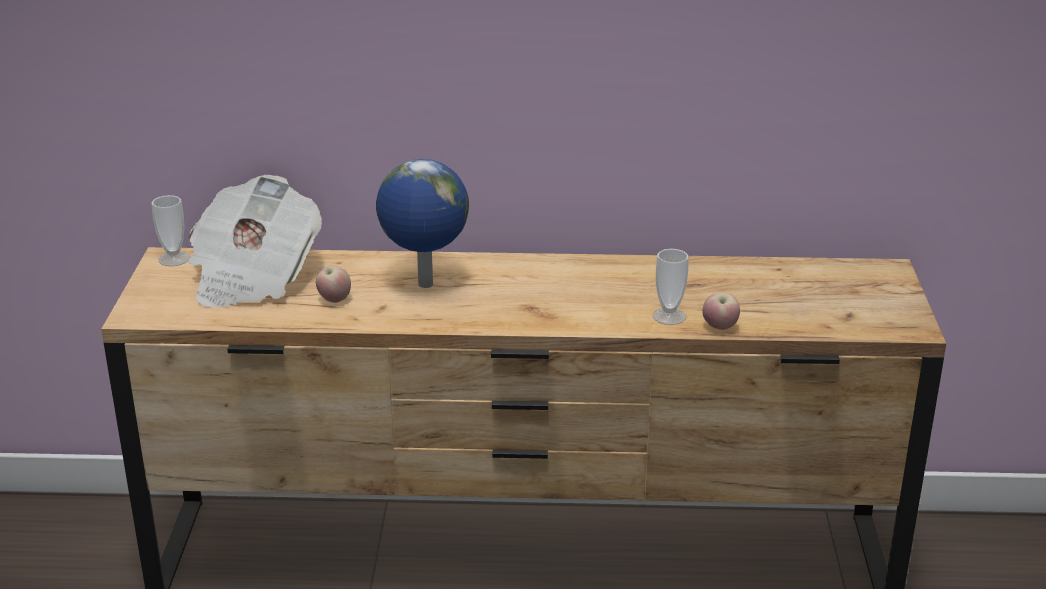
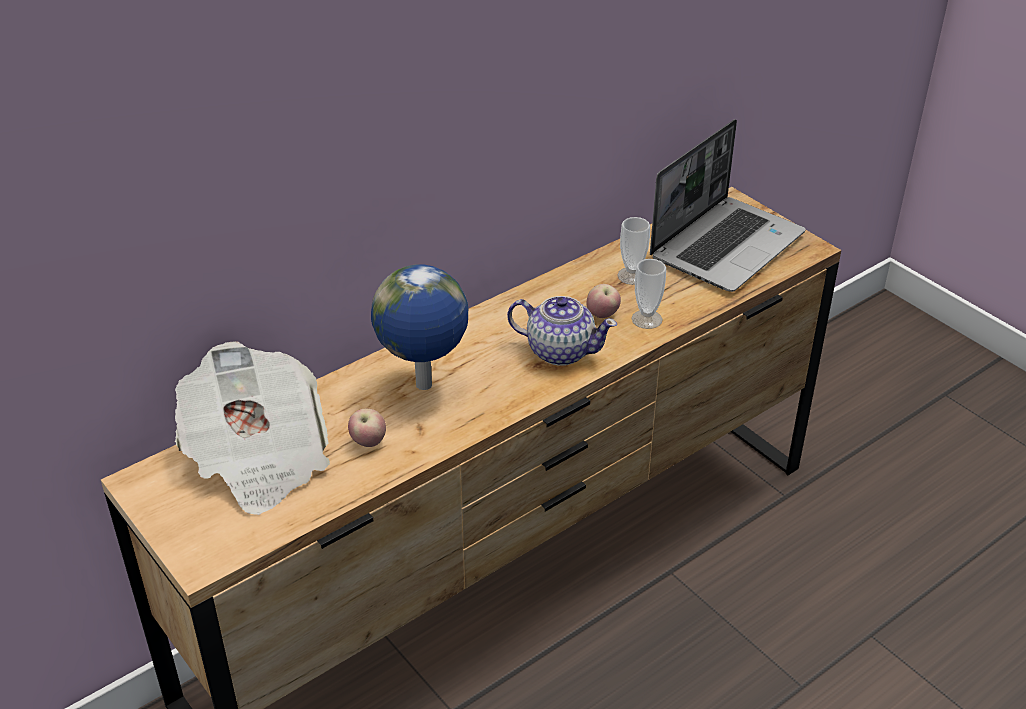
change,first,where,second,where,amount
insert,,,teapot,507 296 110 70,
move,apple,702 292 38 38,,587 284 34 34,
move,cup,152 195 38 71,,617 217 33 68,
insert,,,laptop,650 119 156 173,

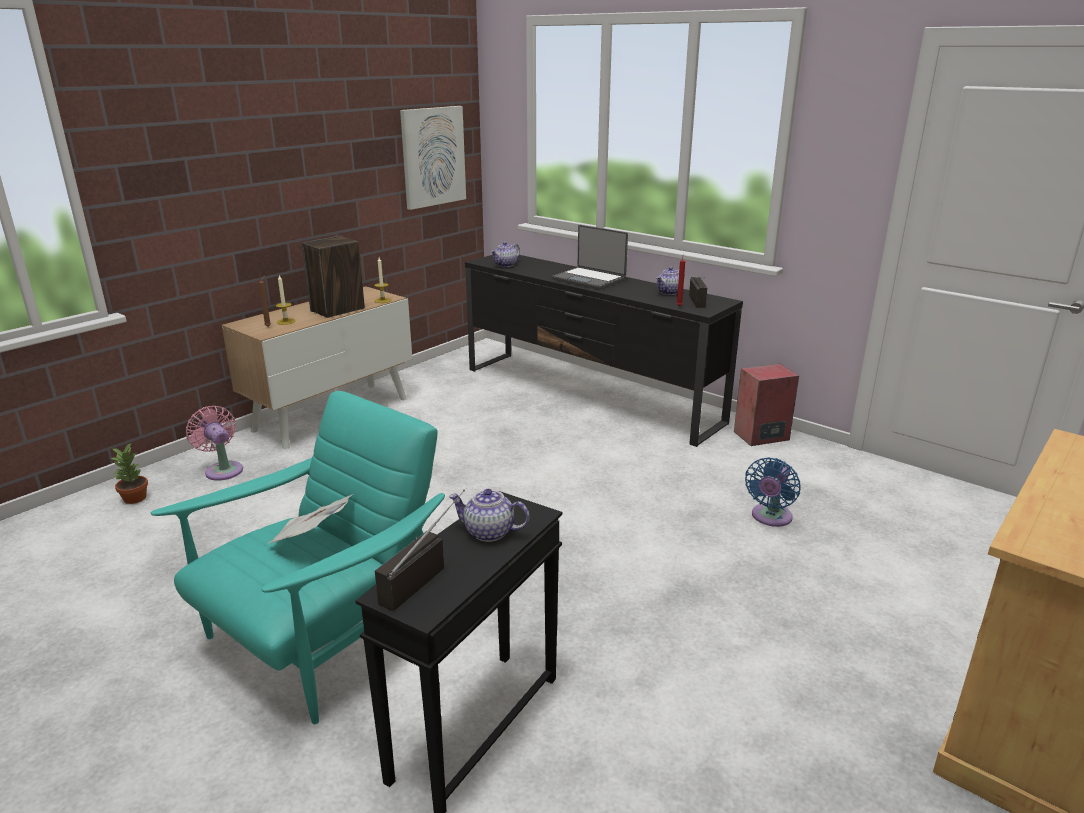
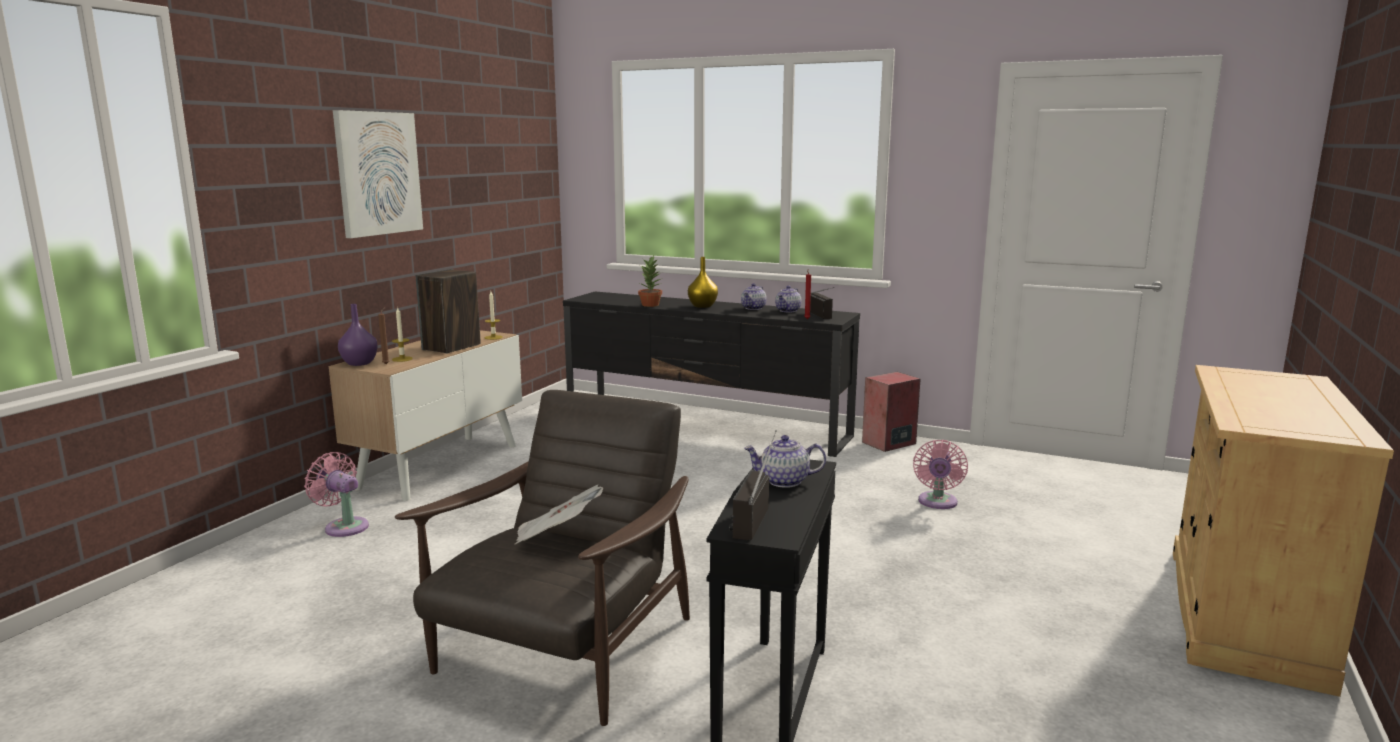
change,first,where,second,where,amount
move,picture,400 106 66 104,,333 110 90 128,
insert,,,vase (purple),338 304 40 62,
recolor,armchair (turquoise),151 391 294 333,armchair (brown),395 390 295 336,
move,potted plant,110 442 38 62,,638 256 24 51,
replace,laptop,552 225 76 65,vase (yellow),688 257 30 51,
move,teapot,490 242 30 25,,741 283 26 27,
recolor,fan (blue),745 457 56 70,fan (pink),913 440 55 69,

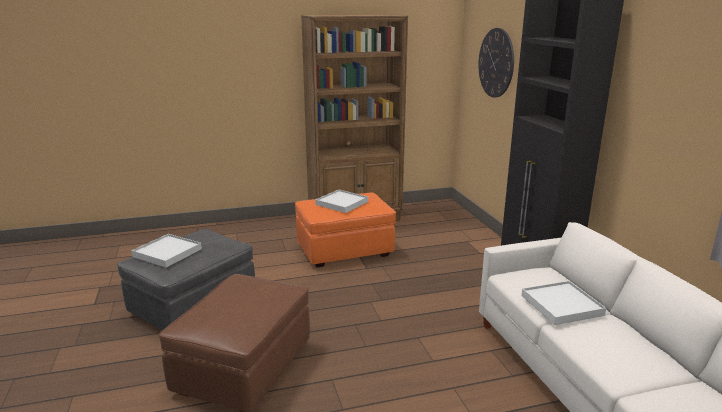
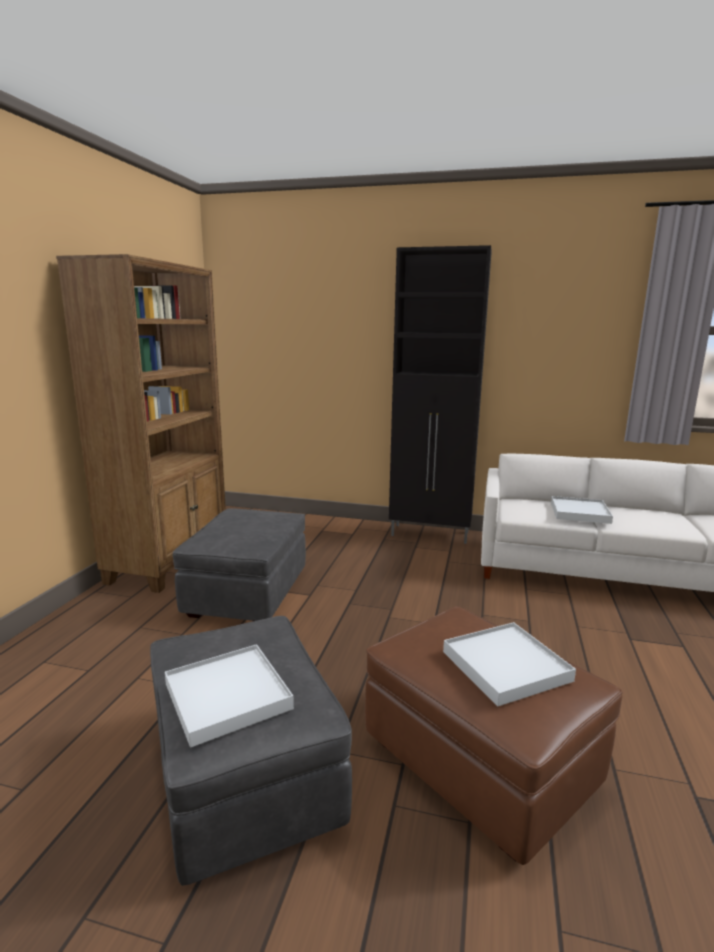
change,first,where,second,where,amount
recolor,ottoman (orange),295 193 101 75,ottoman (grey),173 508 133 113,
move,tray (white),315 190 53 23,,443 622 133 84,
delete,wall clock,478 28 36 70,,,

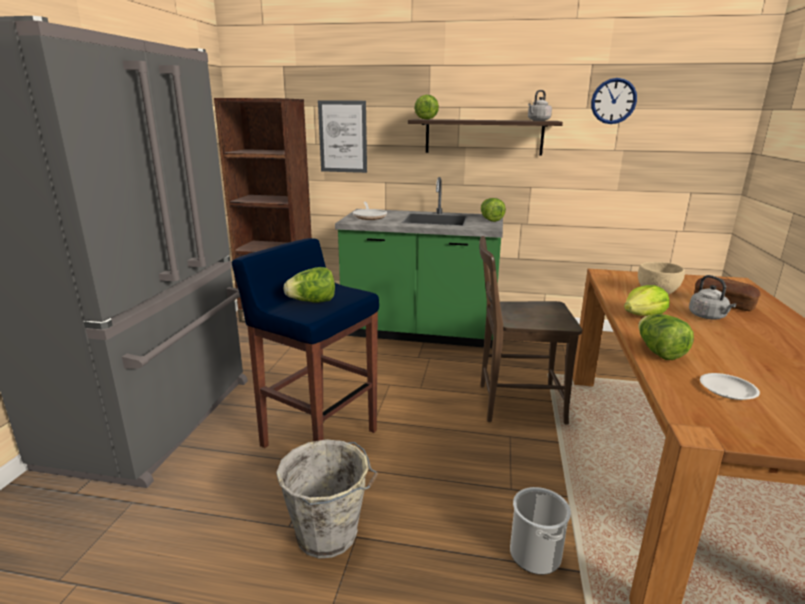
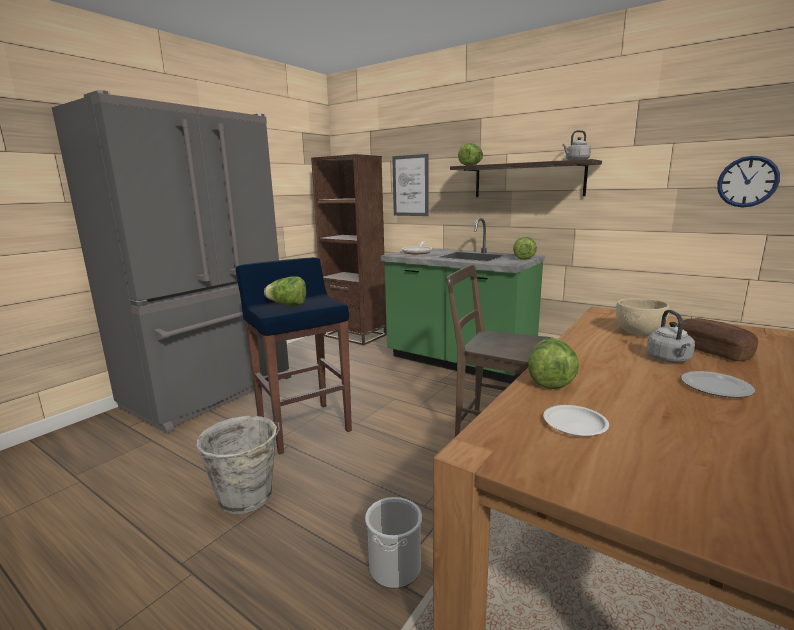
change,first,where,second,where,amount
insert,,,plate,681 371 74 27,
move,wall clock,591 78 46 46,,717 156 63 51,
delete,lettuce,624 285 45 31,,,

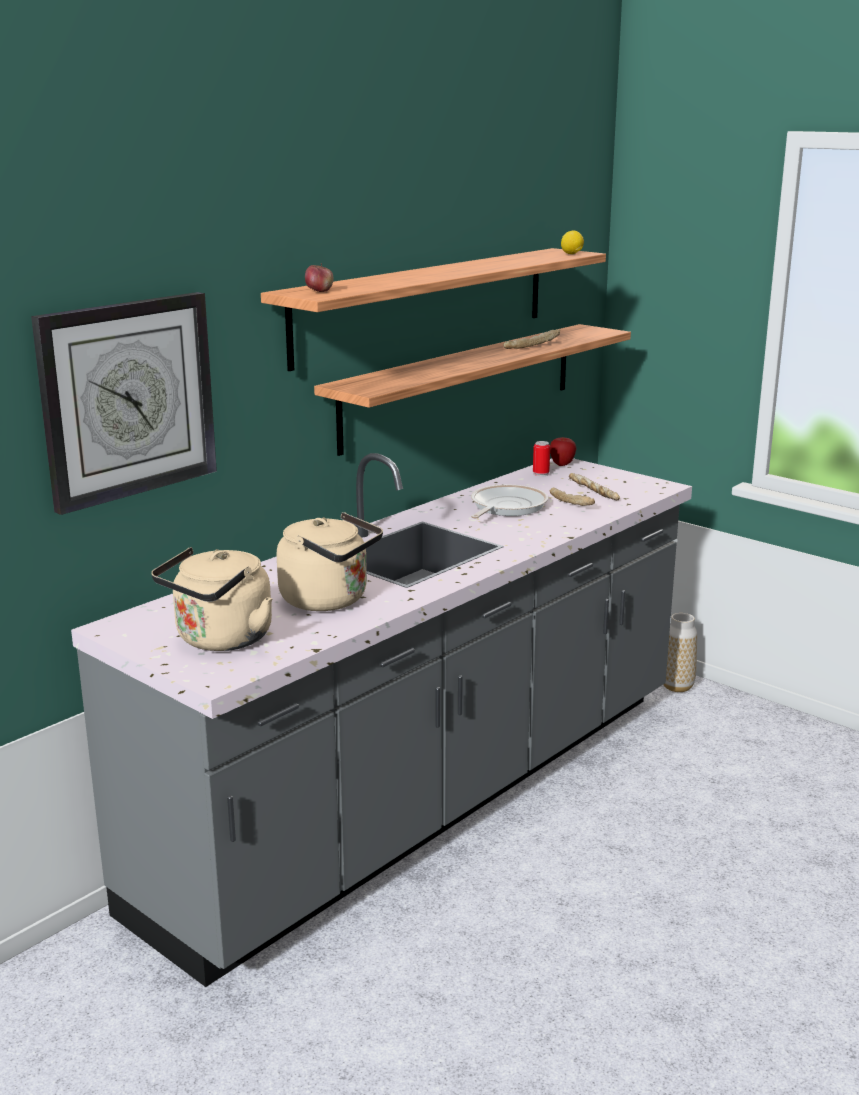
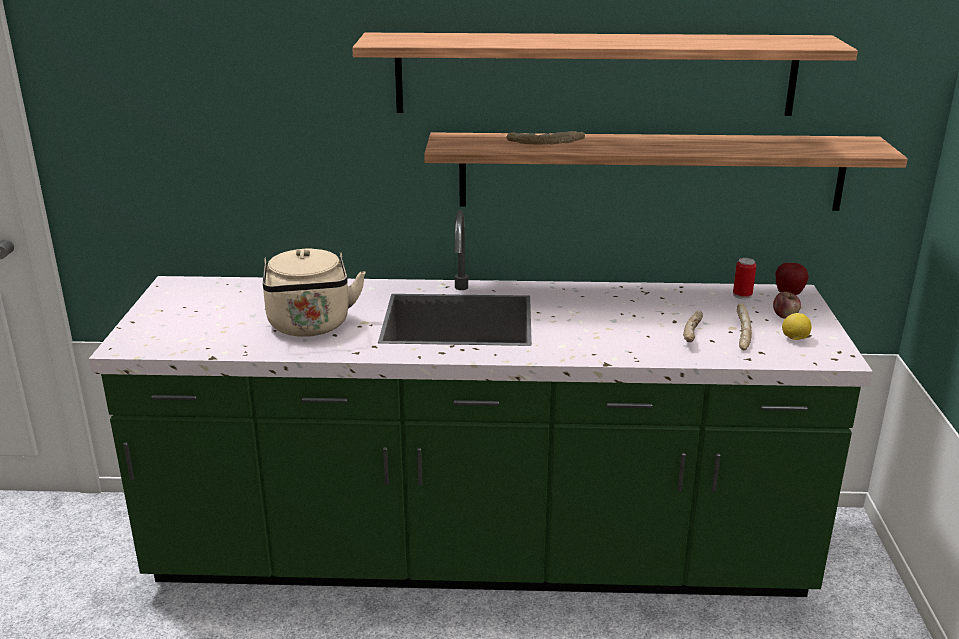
change,first,where,second,where,amount
recolor,counter (grey),71 453 621 534,counter (green),89 211 784 386,
move,bread,503 329 57 20,,506 131 79 14,
move,apple,305 263 29 29,,773 292 28 27,
move,lemon,561 231 23 23,,782 313 29 27,
delete,wall clock,31 292 186 223,,,
delete,kettle (beige),151 547 121 104,,,
delete,frying pan,471 485 77 33,,,
delete,vase,663 613 34 79,,,

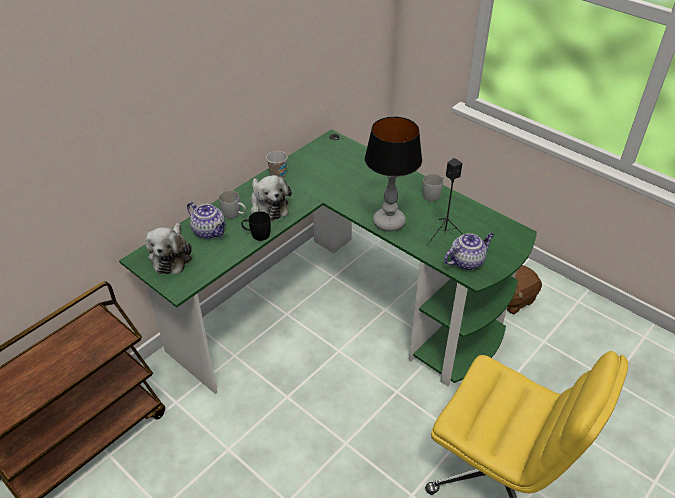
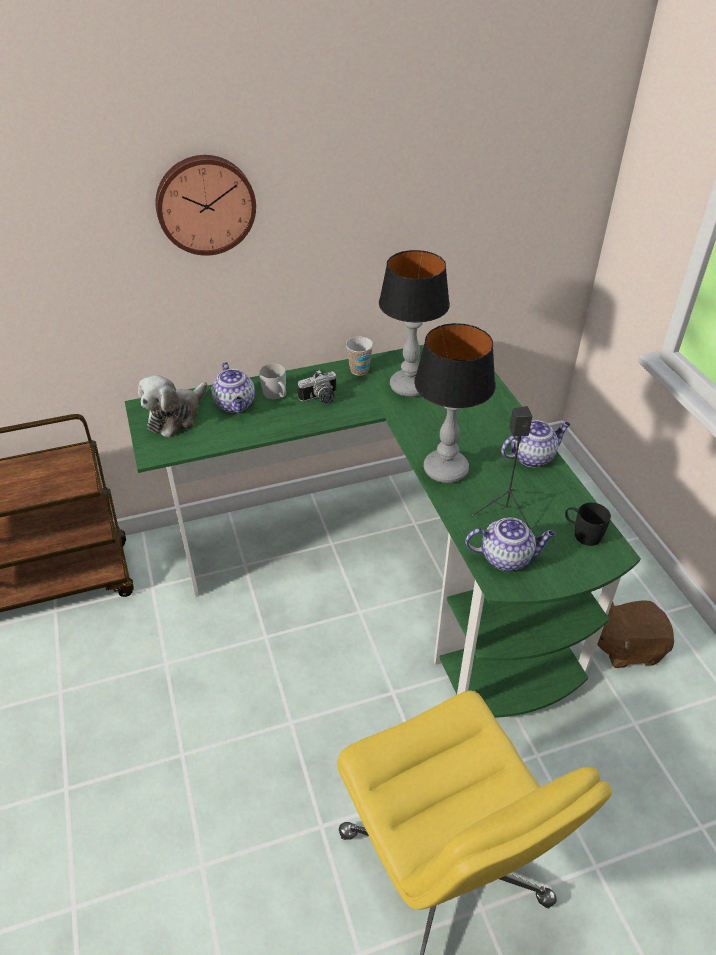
change,first,where,second,where,amount
insert,,,wall clock,155 155 101 101,
replace,plush toy,250 175 42 46,photo camera,297 370 39 34,
insert,,,table lamp,379 250 71 147,
replace,mug (white),423 174 21 27,teapot,501 420 70 47,
move,mug (black),241 211 30 30,,565 502 46 44,

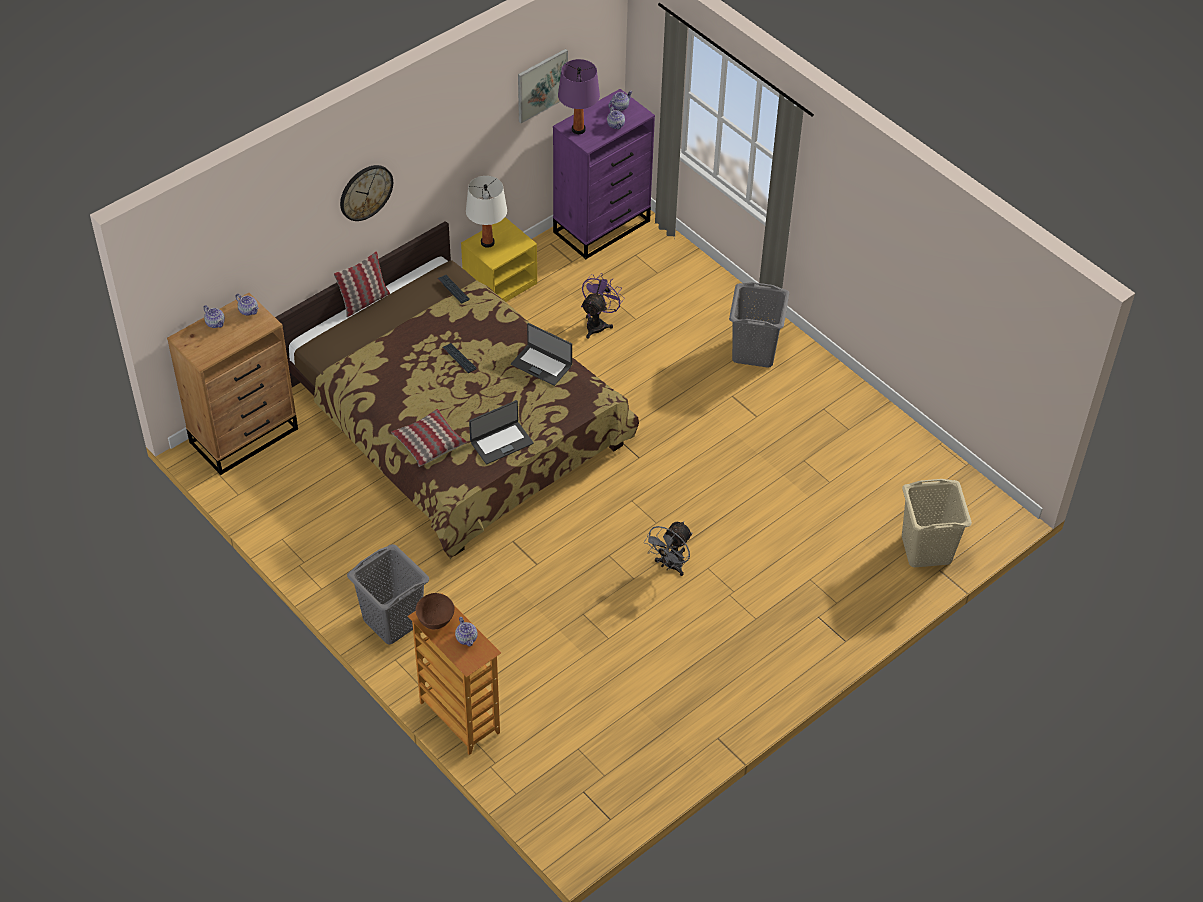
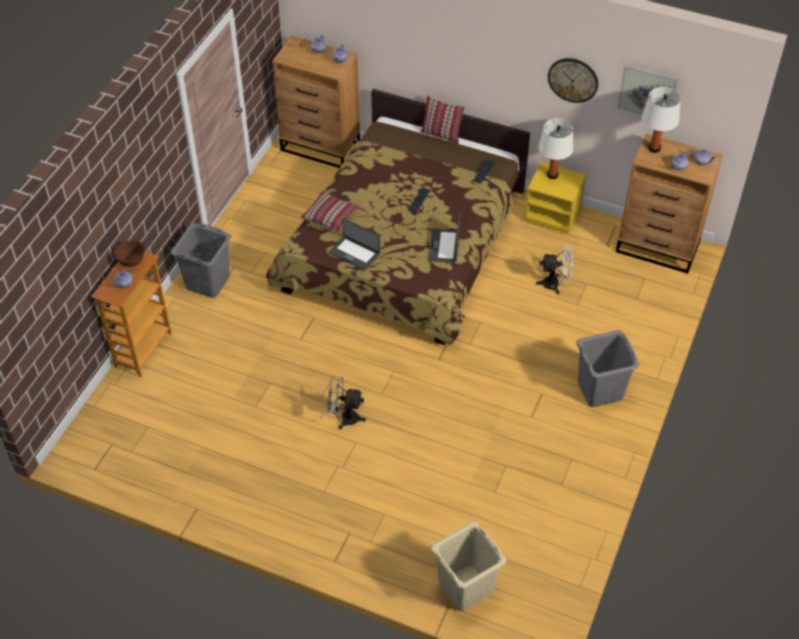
change,first,where,second,where,amount
recolor,fan (purple),581 273 44 66,fan (white),536 245 38 49,
move,wall clock,340 165 53 56,,548 58 50 45,
recolor,dresser (purple),553 89 102 170,dresser (brown),616 134 107 140,
recolor,table lamp (purple),558 59 42 75,table lamp (white),642 87 39 66,

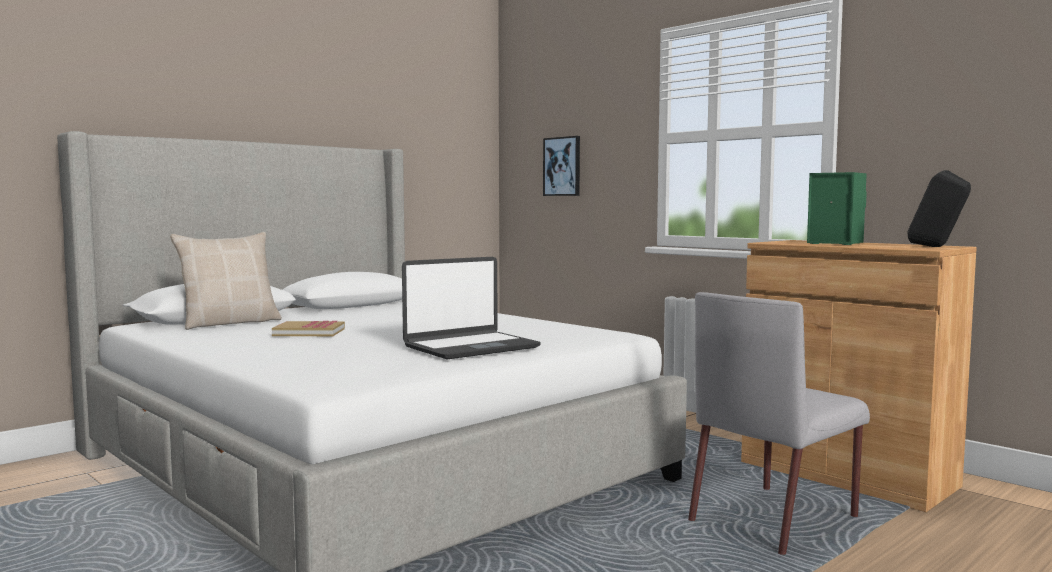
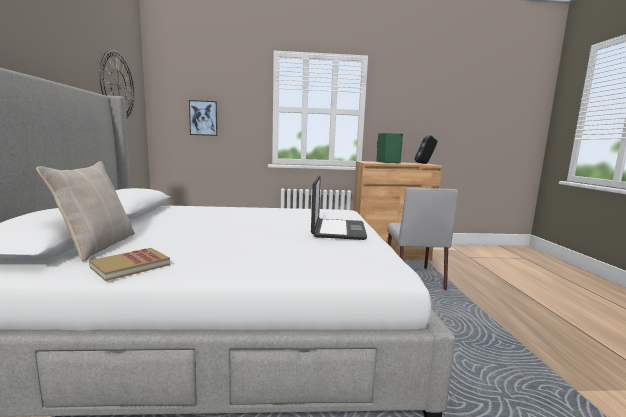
change,first,where,second,where,amount
move,book,272 321 73 15,,89 248 81 33,
insert,,,wall clock,100 50 35 69,

